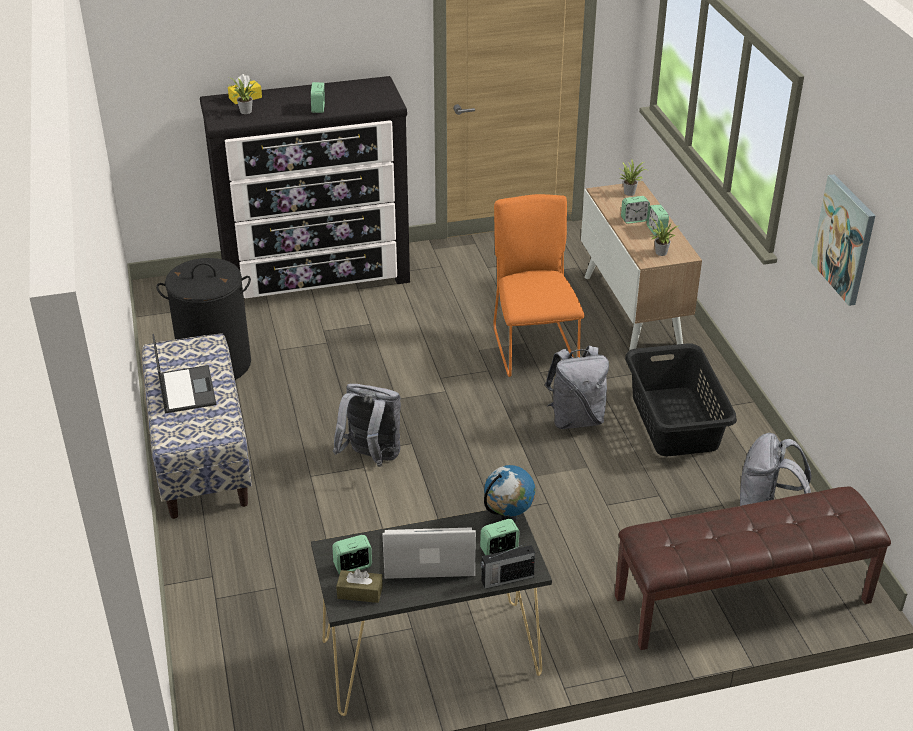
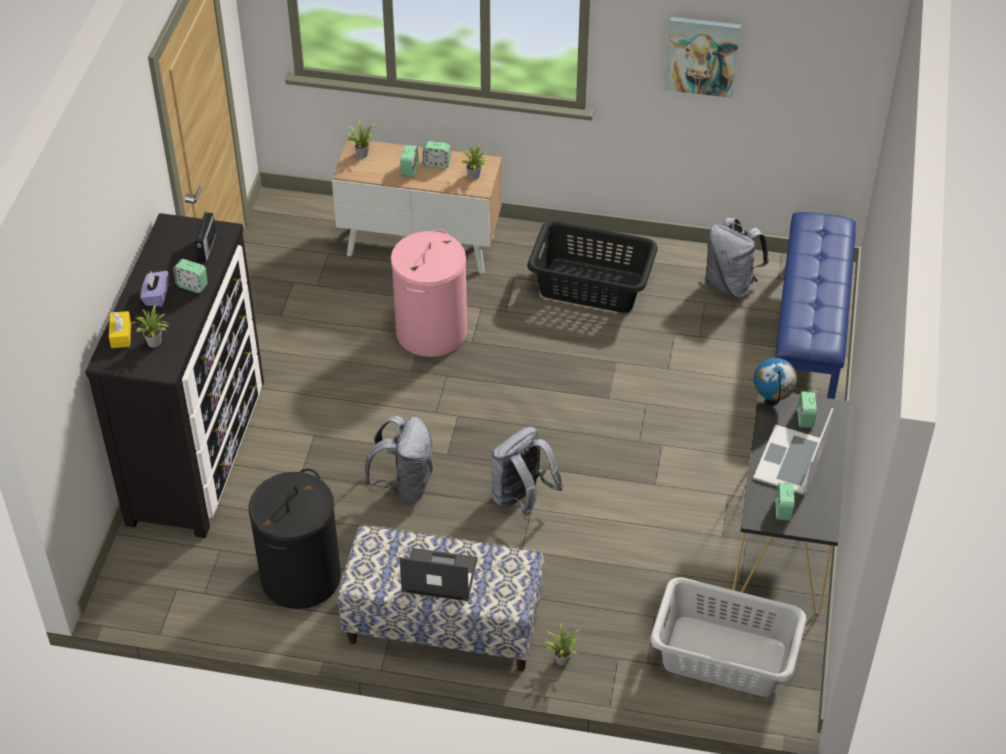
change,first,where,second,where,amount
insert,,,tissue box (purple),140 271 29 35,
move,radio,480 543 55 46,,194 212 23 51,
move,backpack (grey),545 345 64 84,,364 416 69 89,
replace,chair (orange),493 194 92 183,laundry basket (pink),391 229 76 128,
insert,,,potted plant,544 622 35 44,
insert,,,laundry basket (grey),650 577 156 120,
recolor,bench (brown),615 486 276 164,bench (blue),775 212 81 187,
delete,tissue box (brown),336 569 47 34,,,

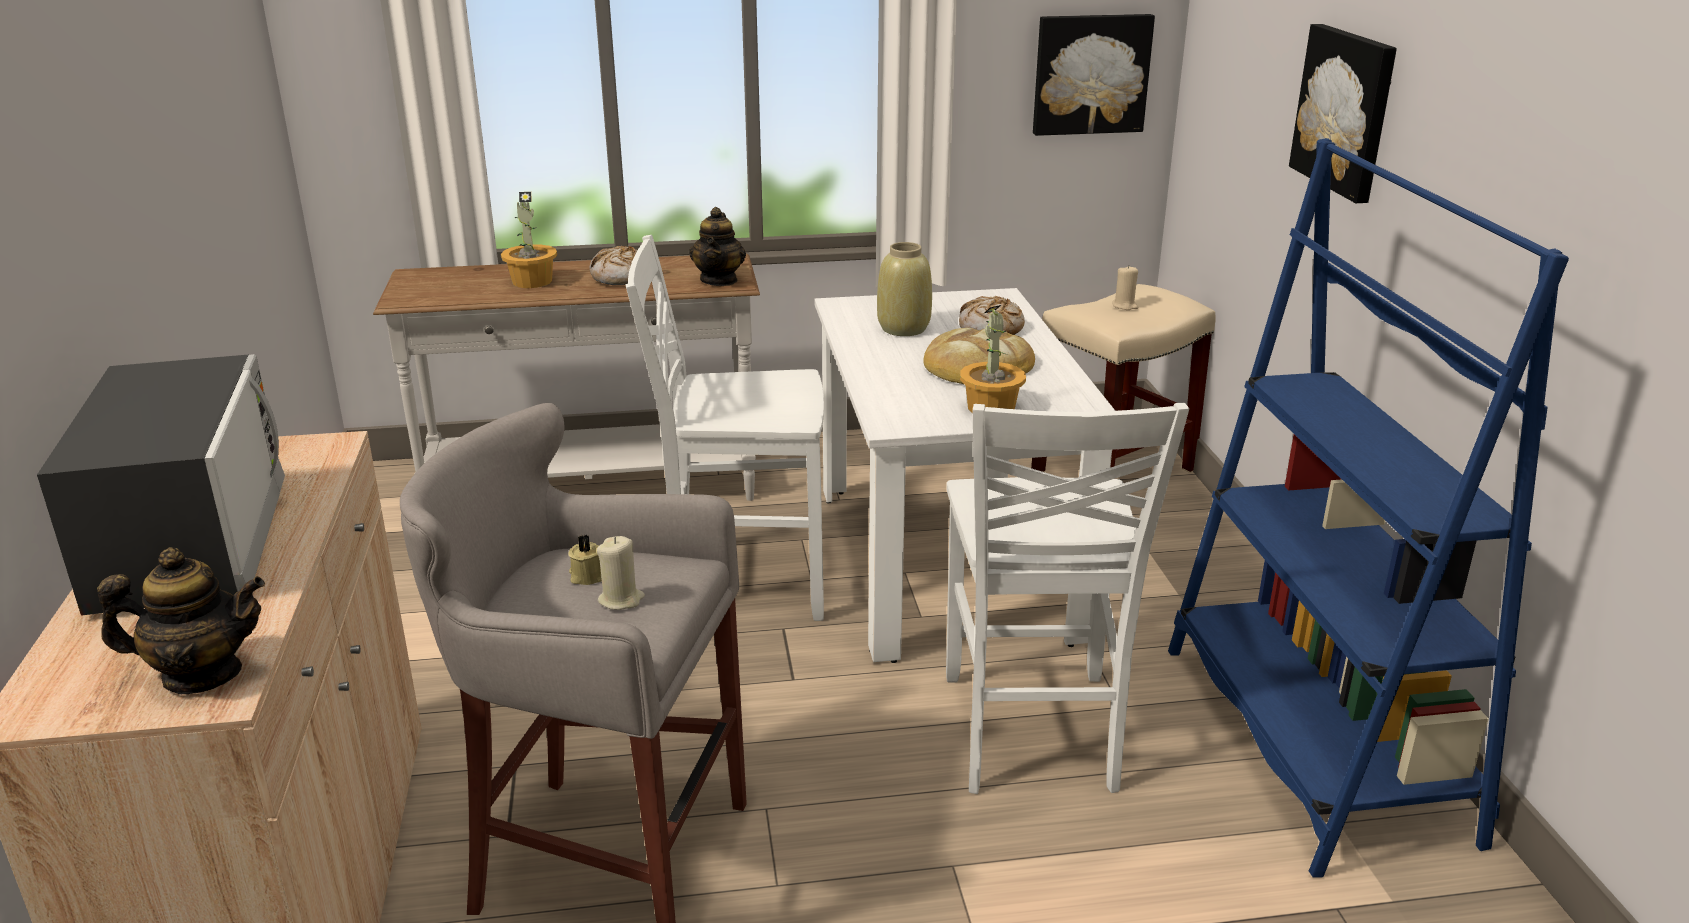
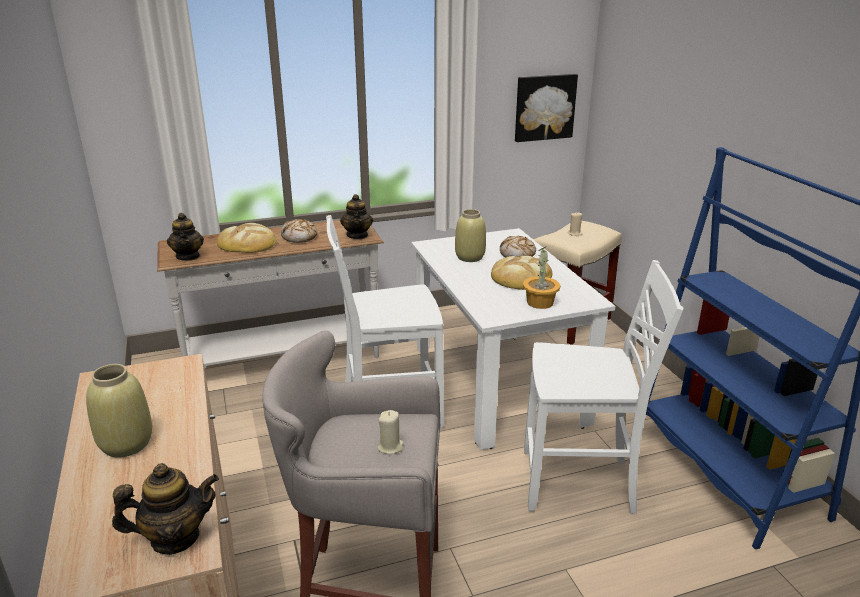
change,first,where,second,where,amount
replace,microwave,37 354 248 262,vase (beige),86 364 66 94,
insert,,,teapot,167 213 37 48,
replace,potted plant,501 192 56 96,bread,217 223 60 30,
rotate,chair (white),946 403 243 391,,524 260 159 254,75 degrees counterclockwise
delete,candle (beige),568 534 34 51,,,
delete,picture,1289 24 108 179,,,

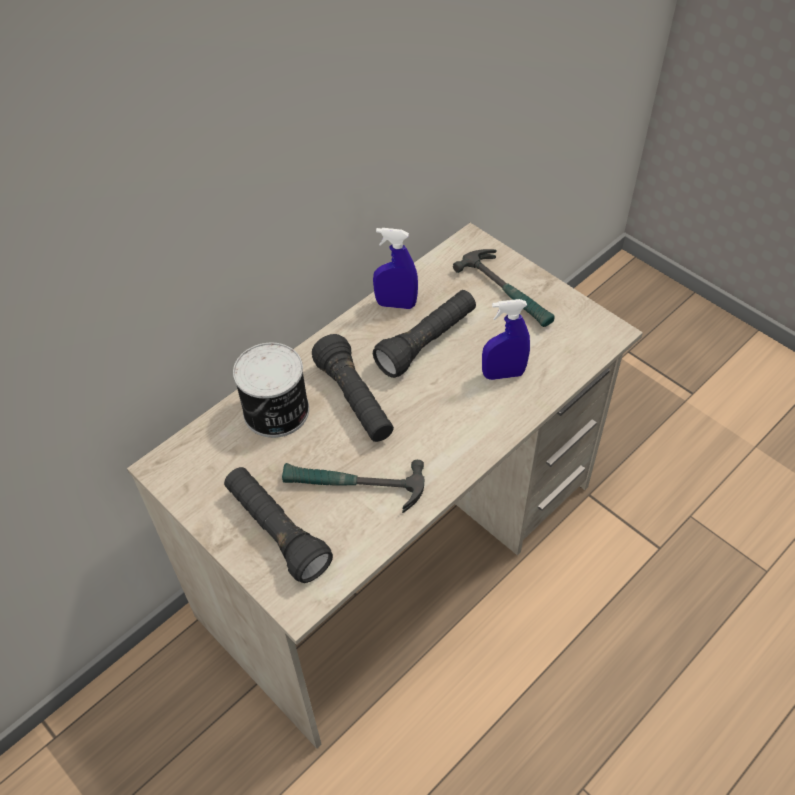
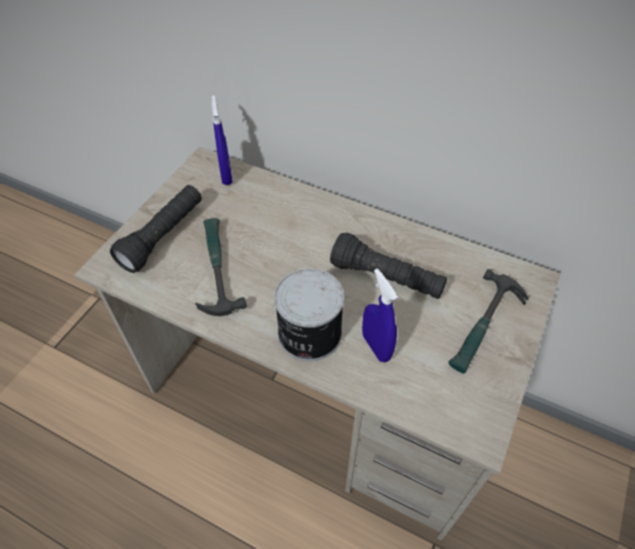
change,first,where,second,where,amount
move,spray bottle (blue),373 228 45 81,,211 95 21 90,
move,can,233 343 76 95,,274 268 70 93,
delete,flashlight (black),312 334 82 108,,,

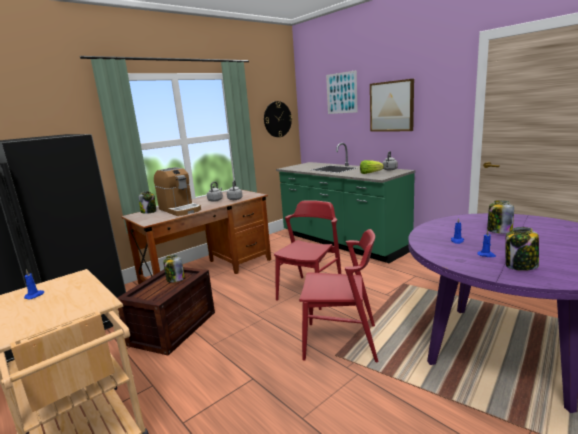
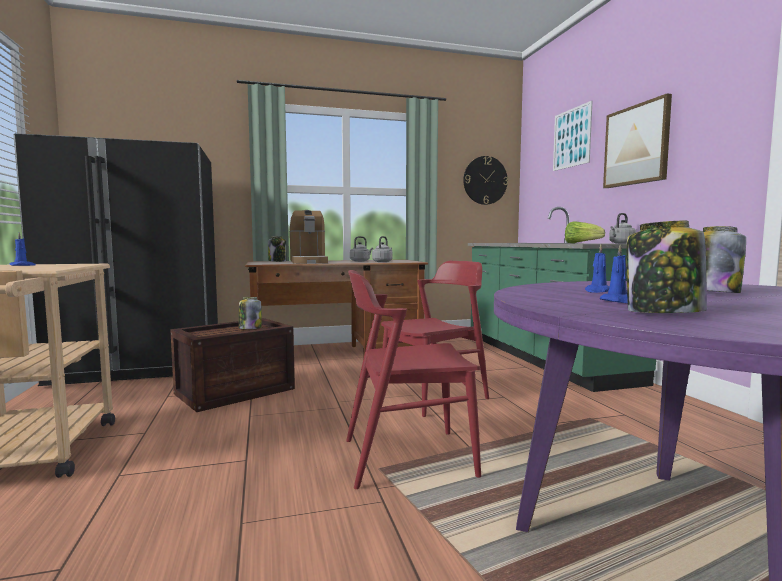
change,first,where,second,where,amount
rotate,chair (red),299 229 79 133,,346 270 135 219,135 degrees clockwise

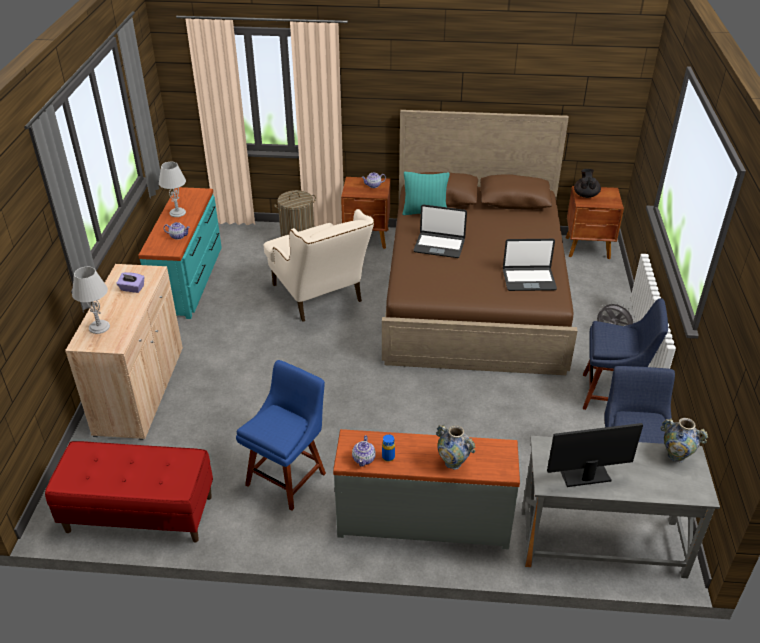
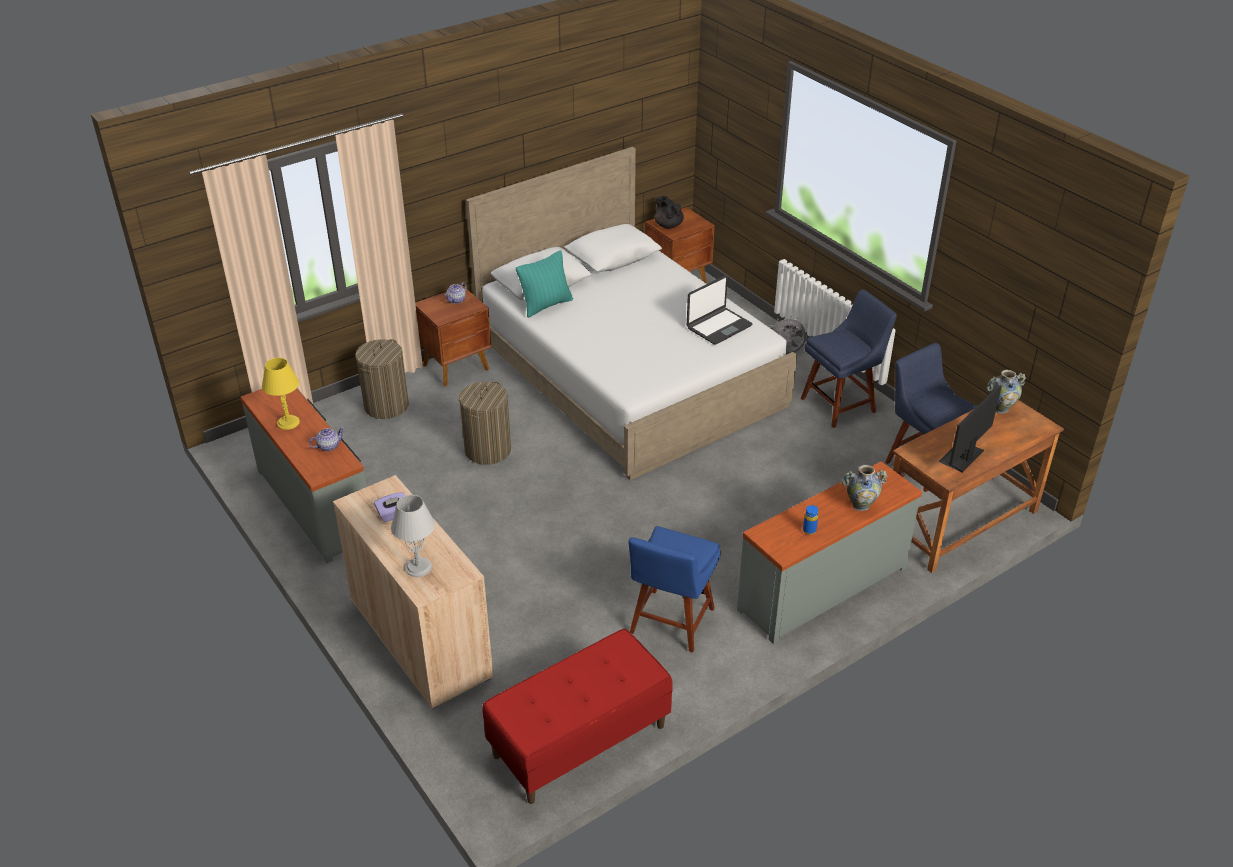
change,first,where,second,where,amount
recolor,dresser (turquoise),138 187 84 132,dresser (grey),240 388 127 175,
recolor,table lamp (grey),159 162 27 55,table lamp (yellow),262 358 38 72,
replace,armchair (beige),264 209 110 113,laundry basket,459 381 52 84,
recolor,bed (brown),382 110 196 265,bed (white),466 147 331 333,
rotate,chair (blue),236 360 90 150,,628 526 93 127,150 degrees counterclockwise
recolor,desk (grey),522 436 198 142,desk (brown),893 400 171 173,
delete,teapot,352 435 24 32,,,
delete,laptop,414 204 53 54,,,

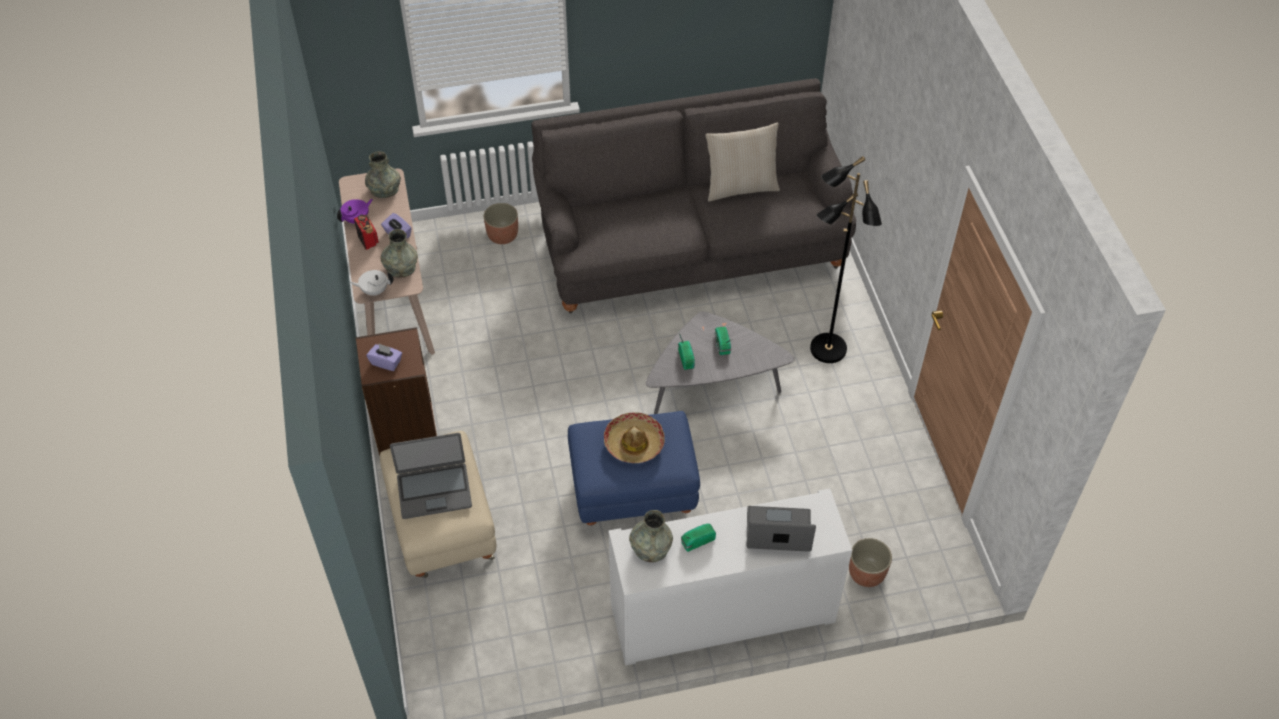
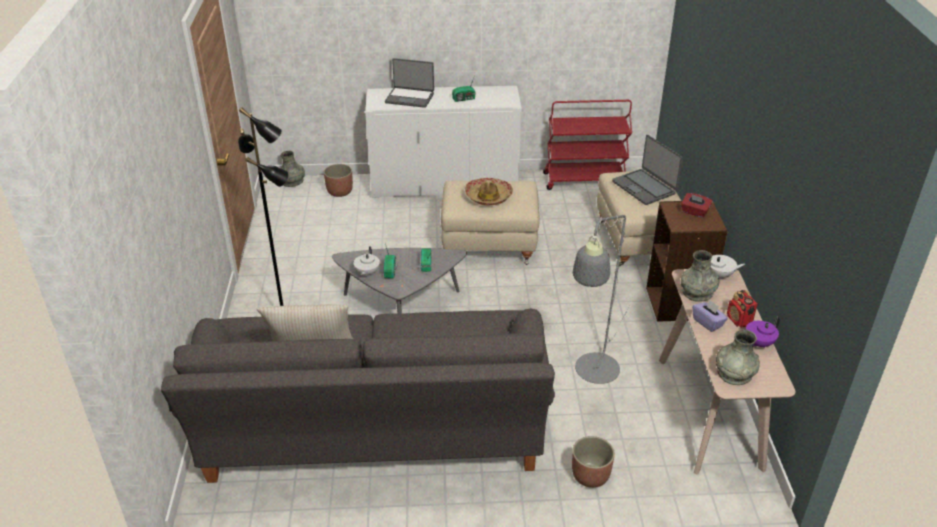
change,first,where,second,where,amount
move,vase (grey),629 510 44 52,,281 151 24 36,
insert,,,teapot (white),353 246 27 31,
recolor,ottoman (blue),568 411 132 115,ottoman (beige),441 180 99 85,
insert,,,cart (red),543 100 89 90,
insert,,,floor lamp (grey),573 215 60 169,
rotate,laptop,390 433 82 86,,612 135 71 70,120 degrees counterclockwise
recolor,tissue box (purple),366 344 36 27,tissue box (red),681 193 32 25,

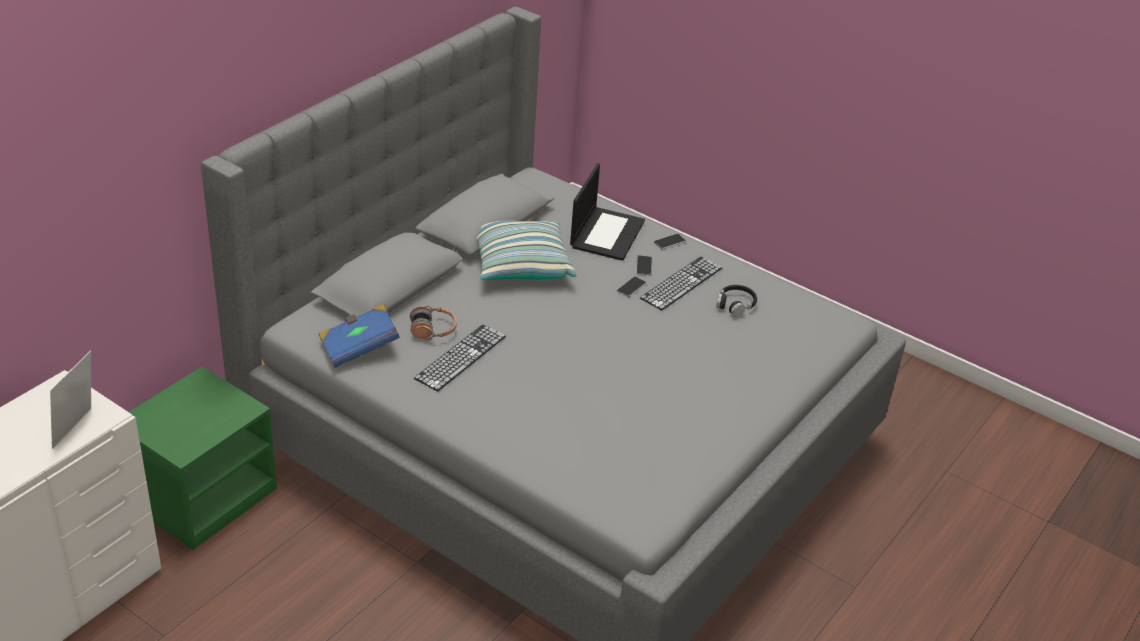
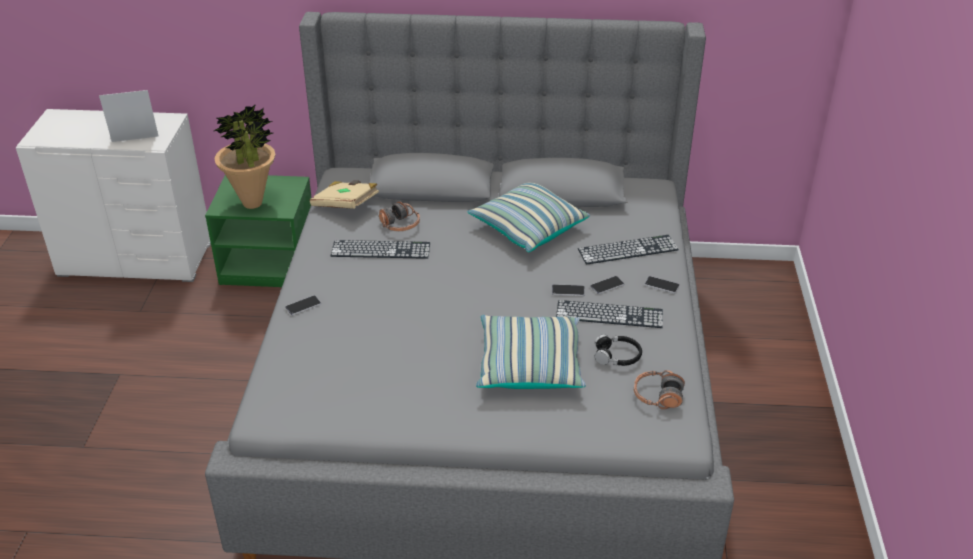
change,first,where,second,where,amount
insert,,,potted plant,214 104 61 105,
insert,,,phone,285 296 36 19,
recolor,book (blue),319 304 81 64,book (beige),310 180 69 29,
insert,,,pillow,476 315 110 74,
replace,laptop,570 163 75 98,keyboard,578 235 101 30,
insert,,,headphones,634 370 51 40,

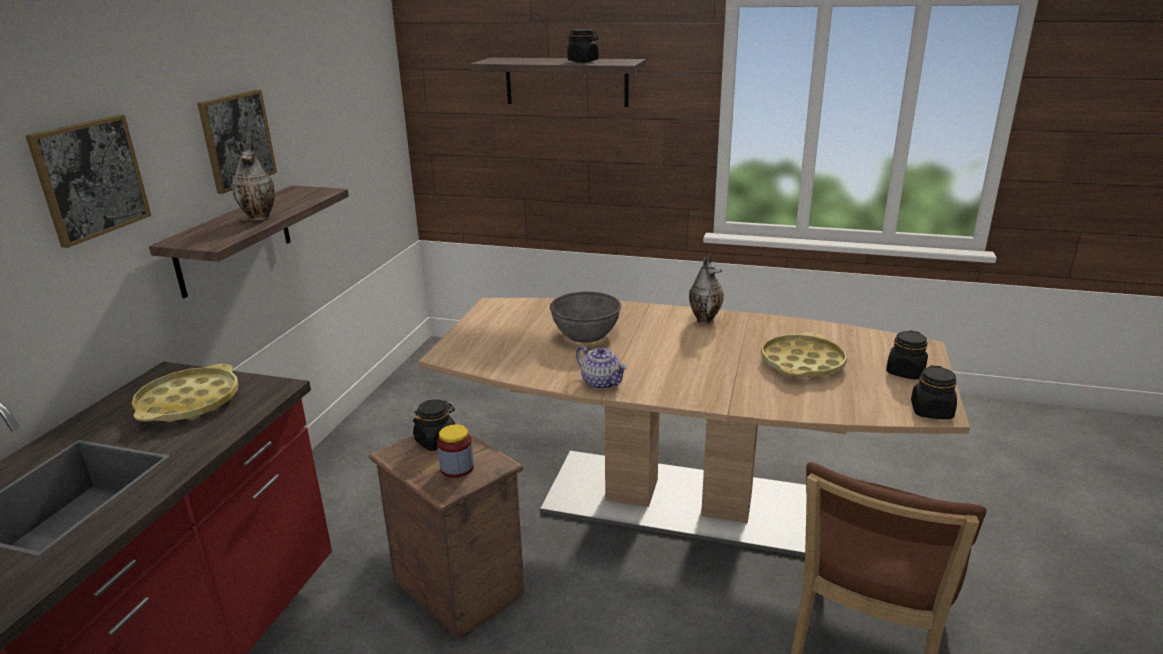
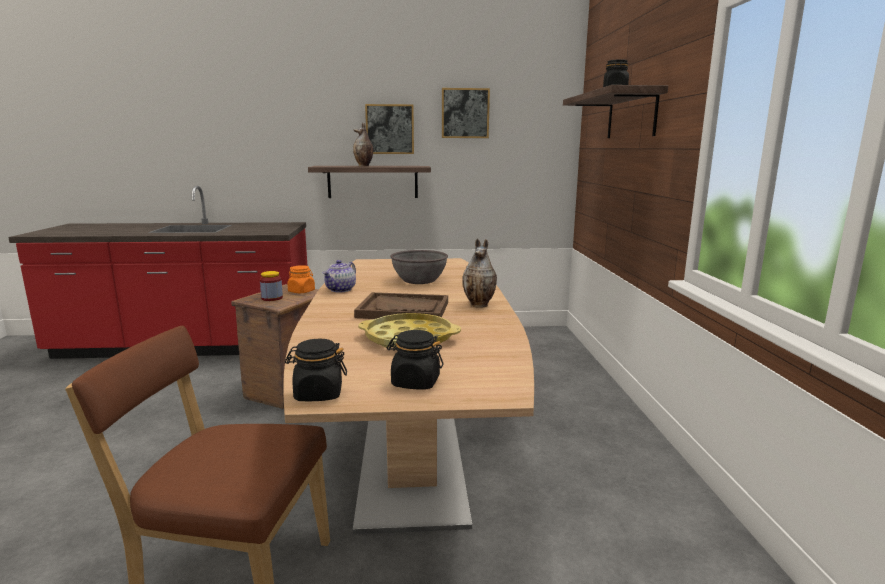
change,first,where,second,where,amount
recolor,jar (black),413 399 42 52,jar (orange),287 265 28 28,
insert,,,tray (brown),354 292 94 27,
move,picture,25 115 127 133,,442 88 48 50,
delete,tray (yellow),132 364 106 58,,,

